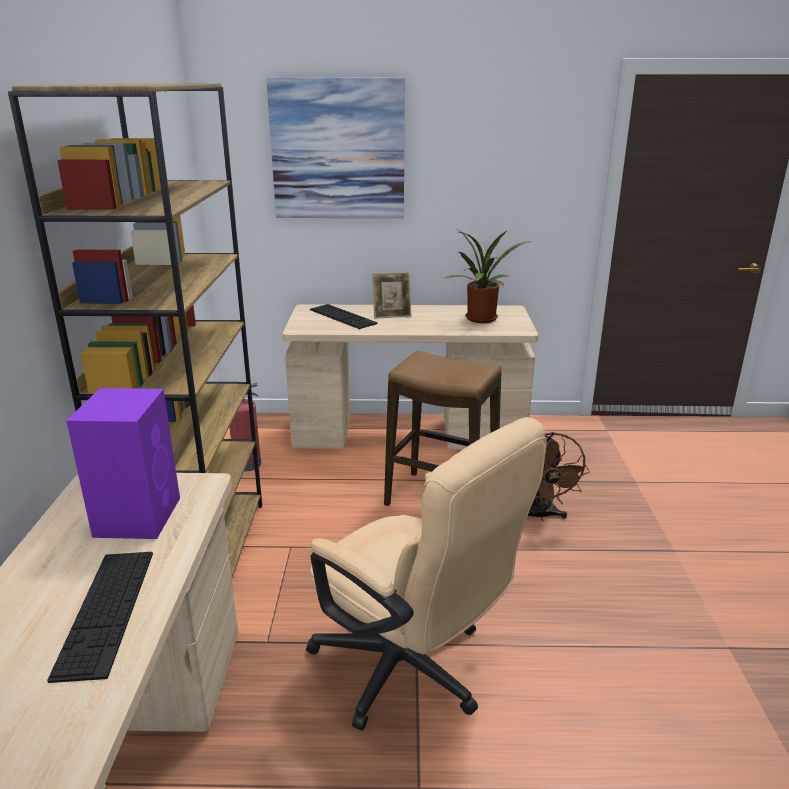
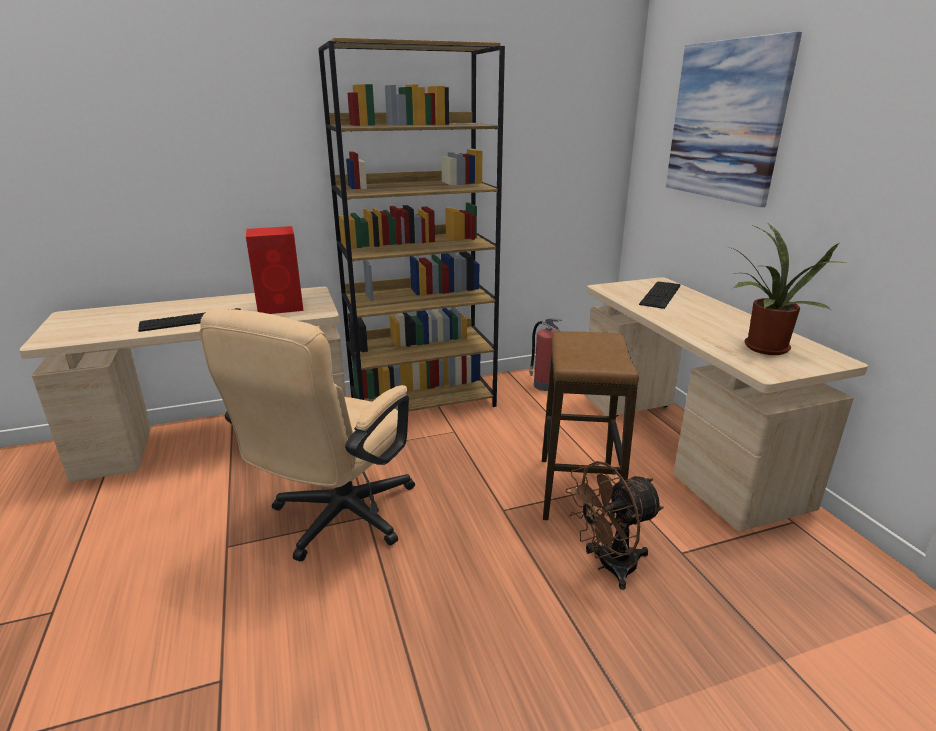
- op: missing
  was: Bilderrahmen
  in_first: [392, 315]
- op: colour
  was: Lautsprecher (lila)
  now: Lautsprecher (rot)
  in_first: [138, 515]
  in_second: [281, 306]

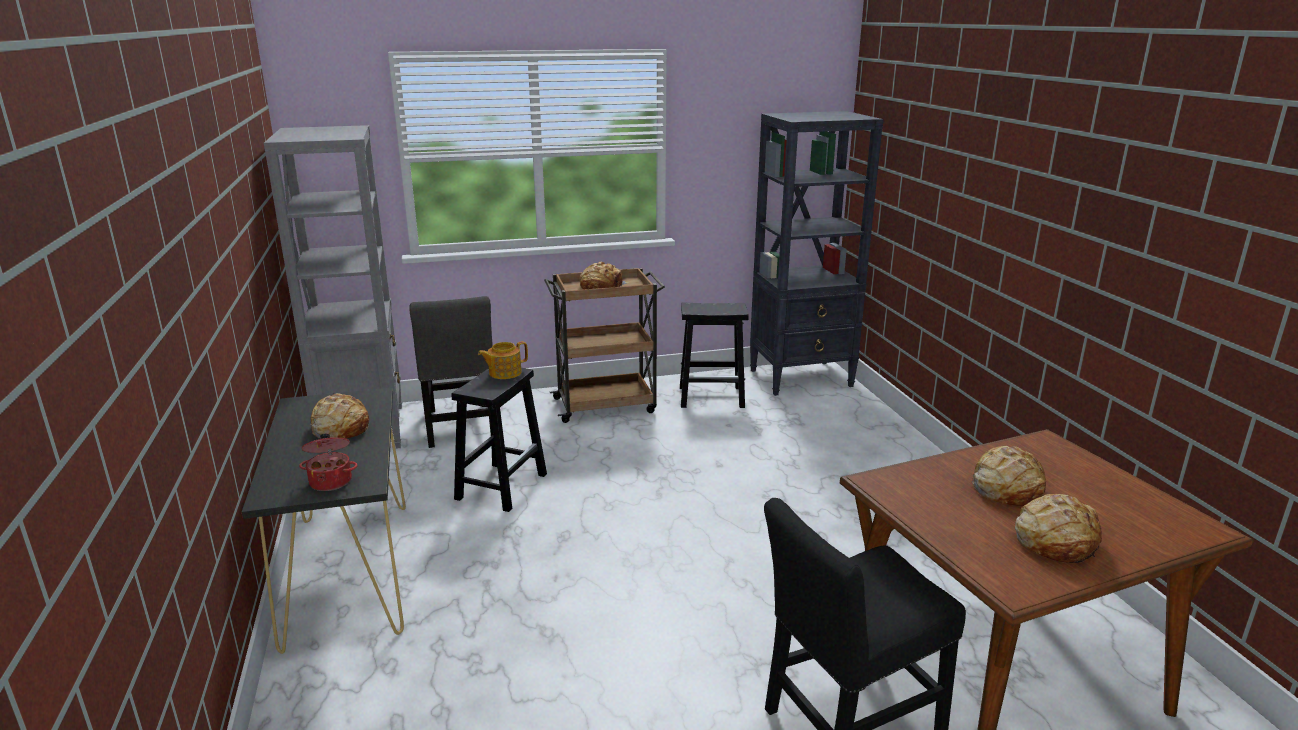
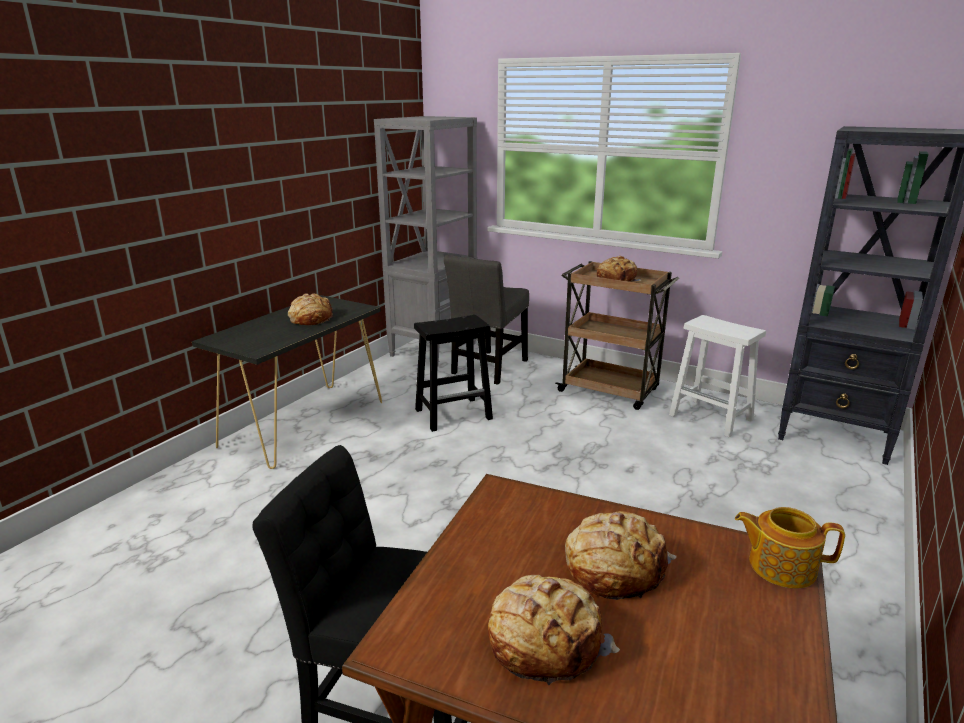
- op: missing
  was: Kochtopf
  in_first: [331, 481]
- op: relocated
  was: Teekanne
  in_first: [504, 373]
  in_second: [780, 566]
- op: colour
  was: Hocker (schwarz)
  now: Hocker (weiß)
  in_first: [712, 397]
  in_second: [712, 418]

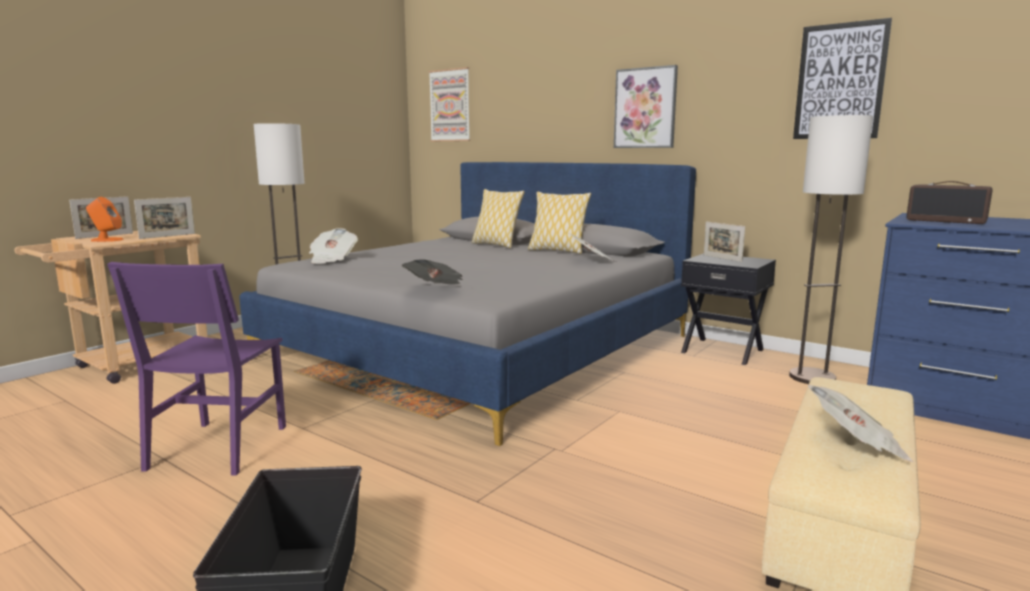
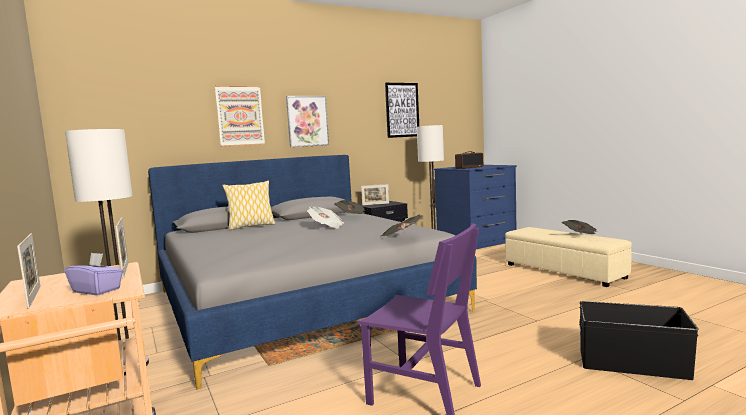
- op: missing
  was: Kissen
  in_first: [557, 251]
- op: relocated
  was: Zeitung
  in_first: [332, 259]
  in_second: [326, 226]
- op: relocated
  was: Bild
  in_first: [450, 105]
  in_second: [240, 116]
- op: exchanged
  was: Lautsprecher (orange)
  now: Taschentuchbox (lila)
  in_first: [106, 240]
  in_second: [97, 290]

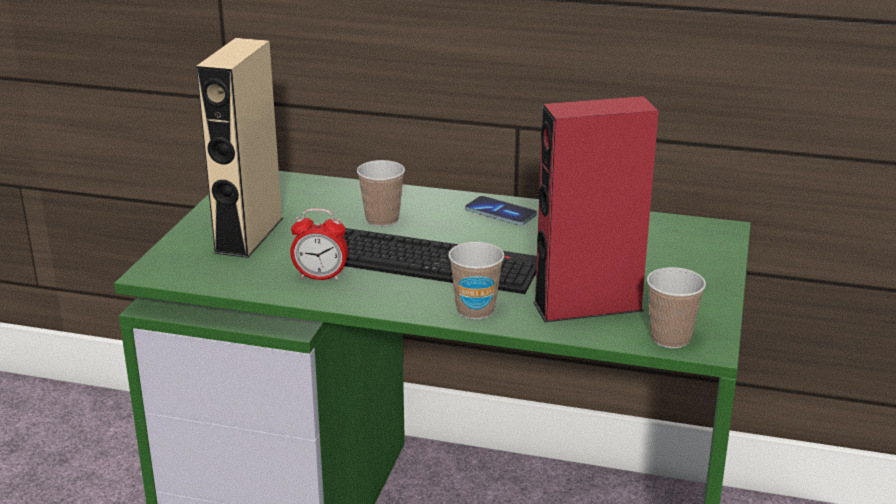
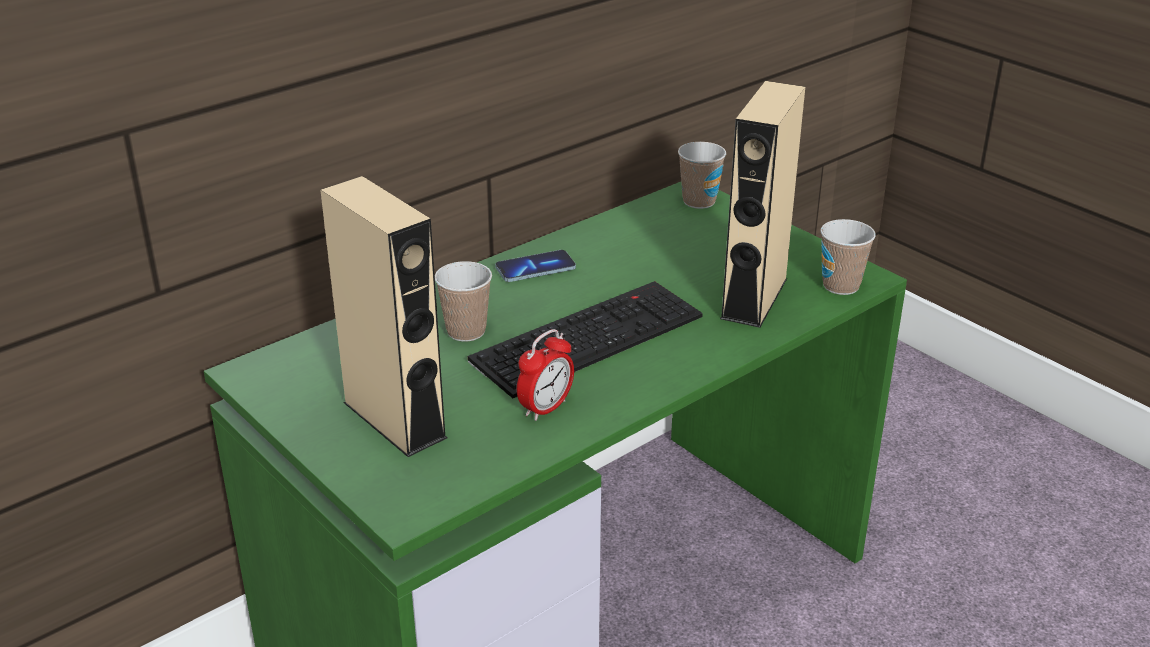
- op: relocated
  was: Tasse
  in_first: [475, 310]
  in_second: [699, 201]
- op: colour
  was: Lautsprecher (rot)
  now: Lautsprecher (beige)
  in_first: [587, 306]
  in_second: [754, 298]

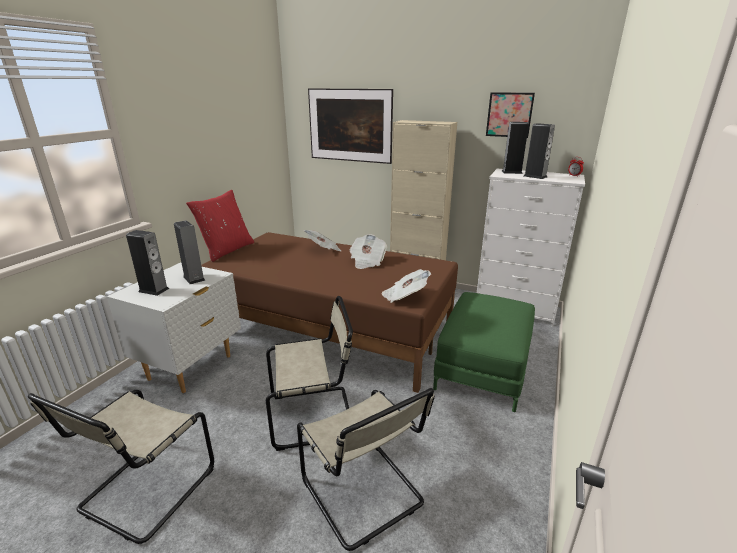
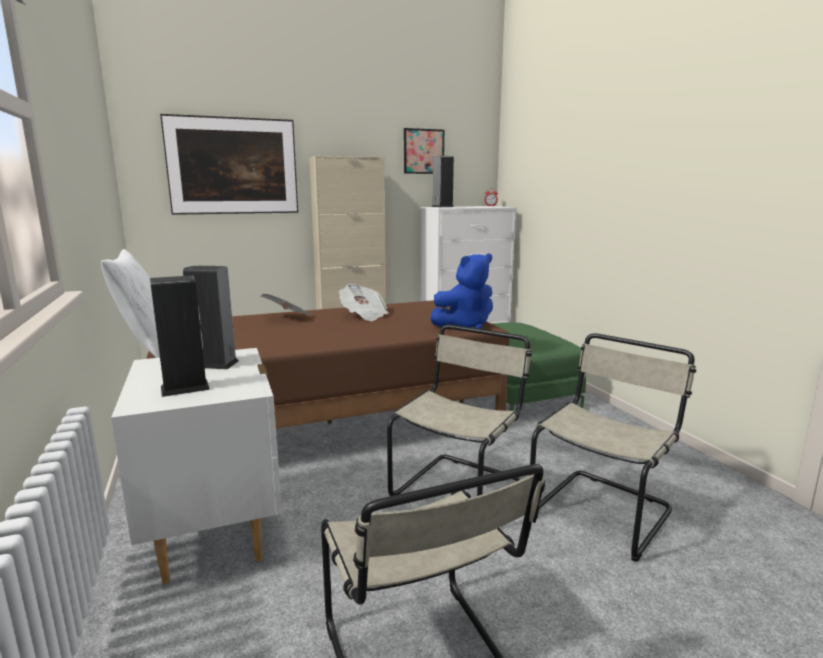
- op: missing
  was: Lautsprecher
  in_first: [535, 176]
- op: exchanged
  was: Zeitung
  now: Plüschtier (blau)
  in_first: [404, 296]
  in_second: [465, 325]
- op: colour
  was: Kissen (rot)
  now: Kissen (weiß)
  in_first: [227, 250]
  in_second: [147, 346]
- op: spun
  was: Stuhl (beige)
  in_first: [364, 494]
  in_second: [603, 510]
  clockwise: -60

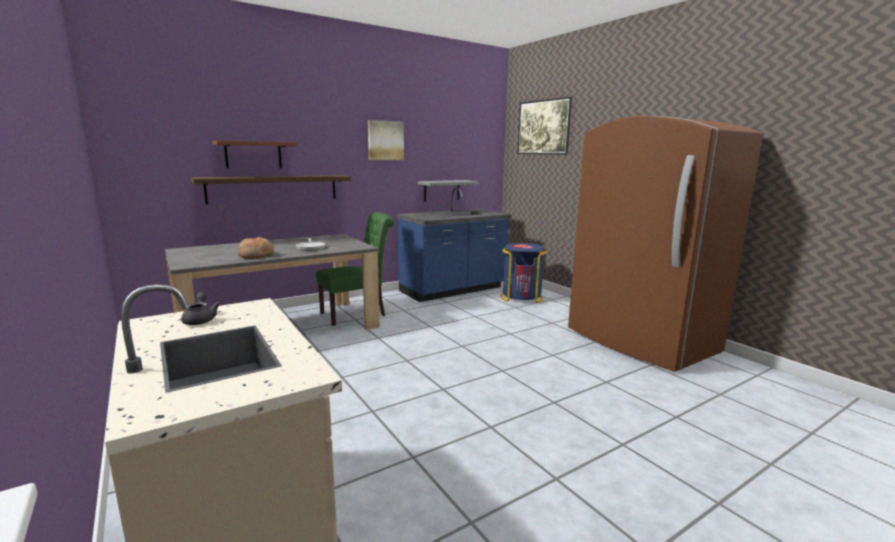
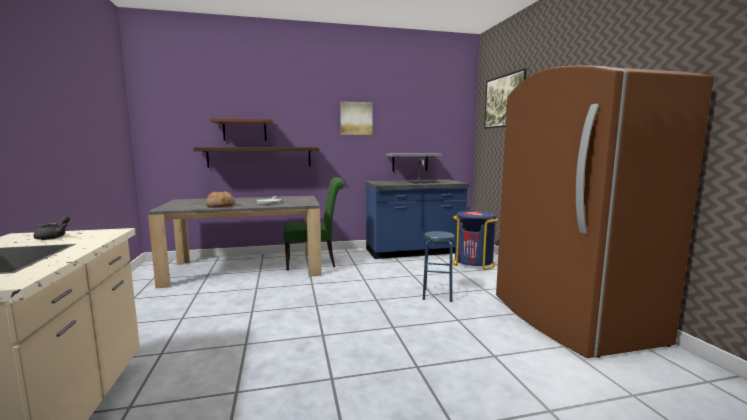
- op: appeared
  now: Hocker (blau)
  in_second: [437, 295]

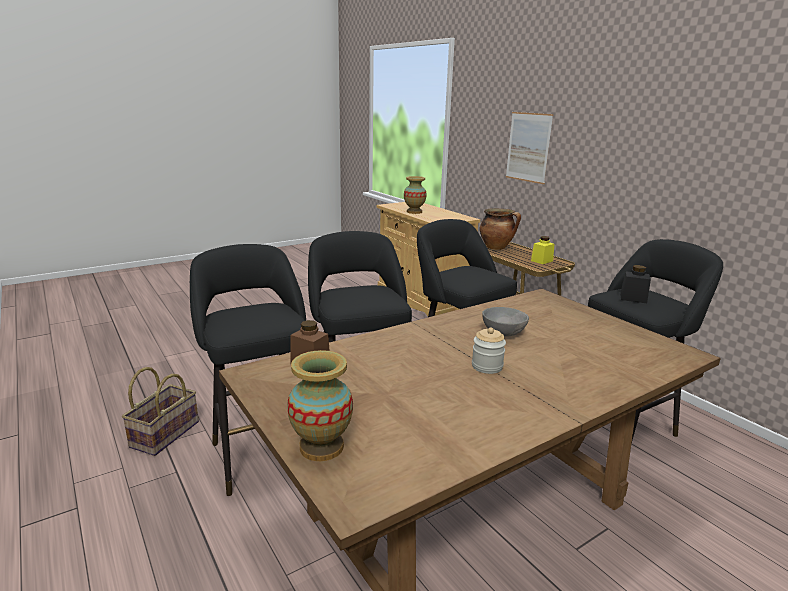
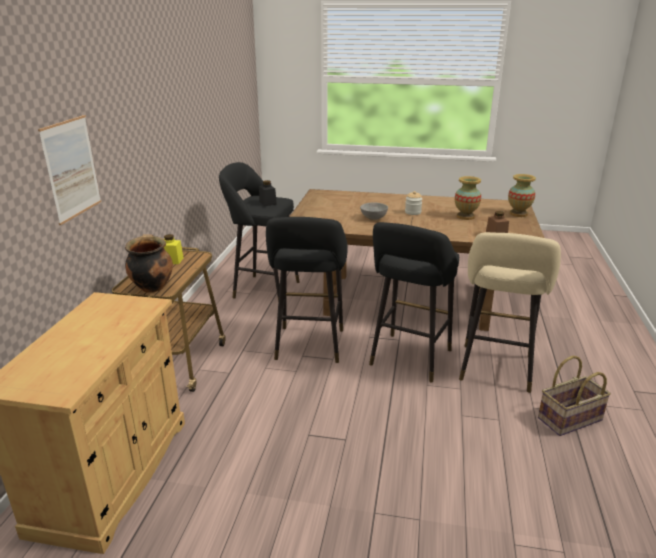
- op: relocated
  was: Vase
  in_first: [414, 212]
  in_second: [465, 217]
- op: colour
  was: Hocker (schwarz)
  now: Hocker (beige)
  in_first: [262, 452]
  in_second: [495, 370]

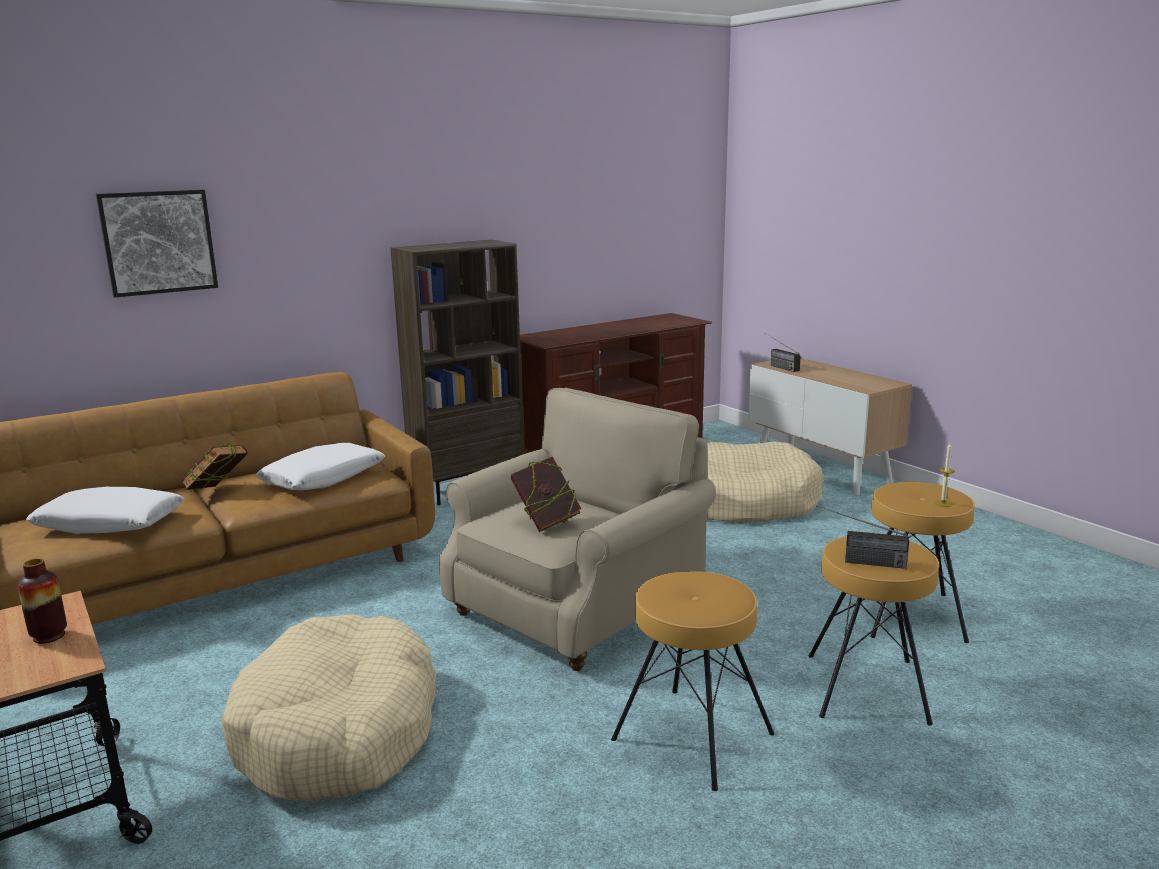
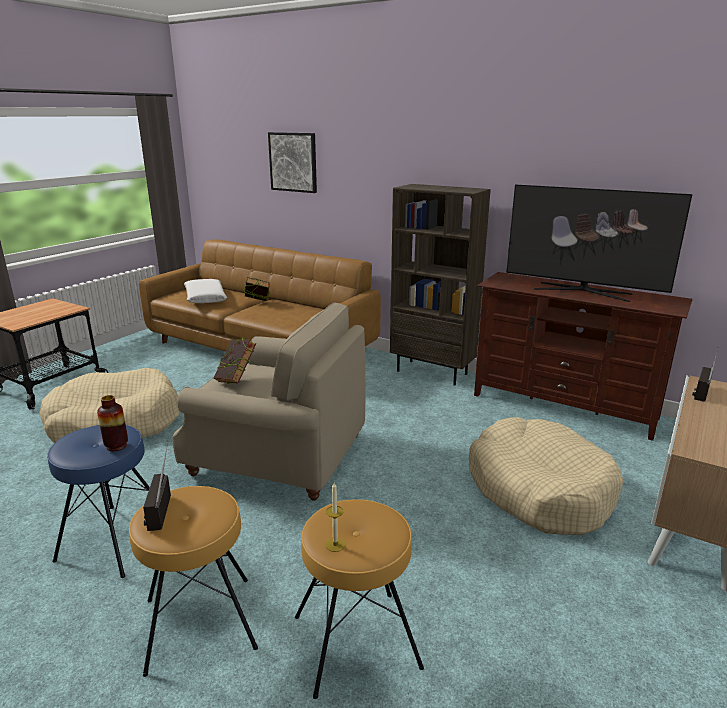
- op: missing
  was: Kissen (weiß)
  in_first: [323, 478]
- op: appeared
  now: Fernseher
  in_second: [582, 291]
- op: relocated
  was: Vase
  in_first: [49, 636]
  in_second: [116, 446]
- op: colour
  was: Hocker (braun)
  now: Hocker (blau)
  in_first: [692, 737]
  in_second: [115, 539]

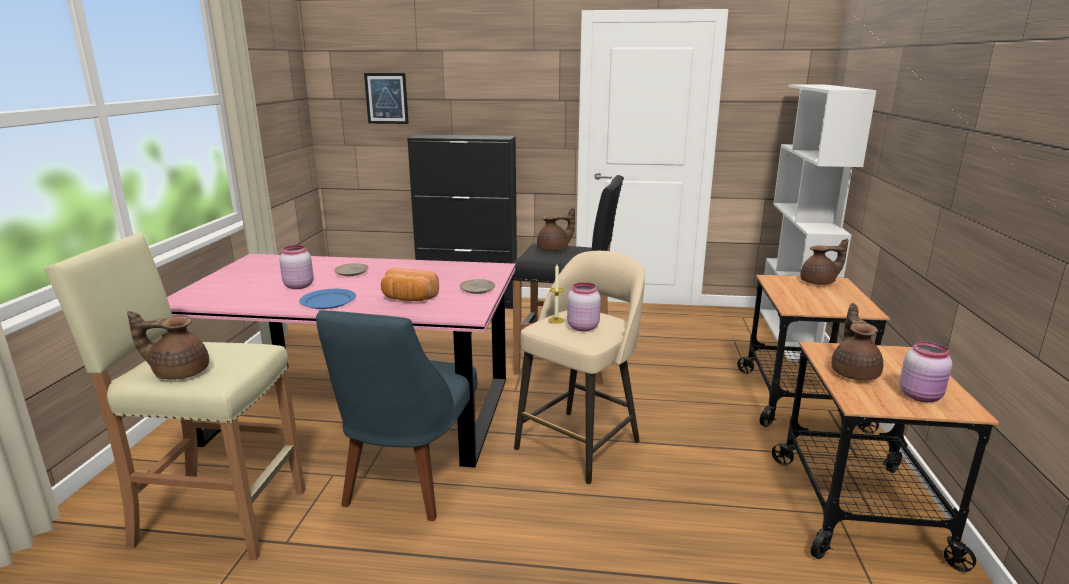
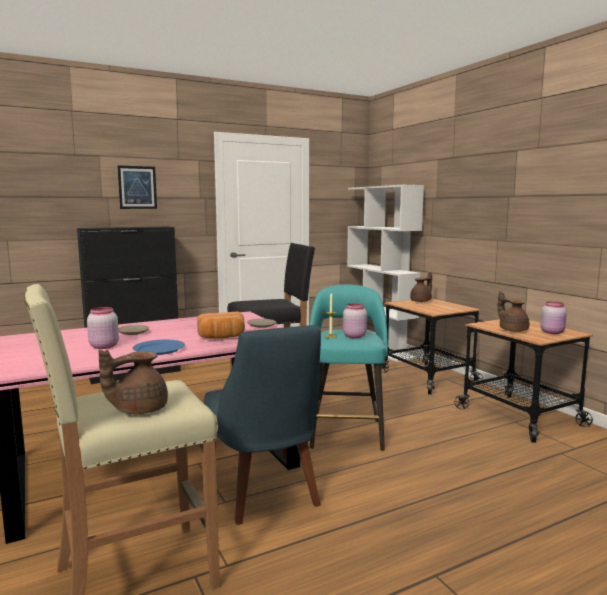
- op: missing
  was: Teekanne (braun)
  in_first: [554, 250]
- op: relocated
  was: Bild
  in_first: [386, 98]
  in_second: [137, 187]
- op: colour
  was: Hocker (beige)
  now: Hocker (türkis)
  in_first: [580, 443]
  in_second: [346, 432]

